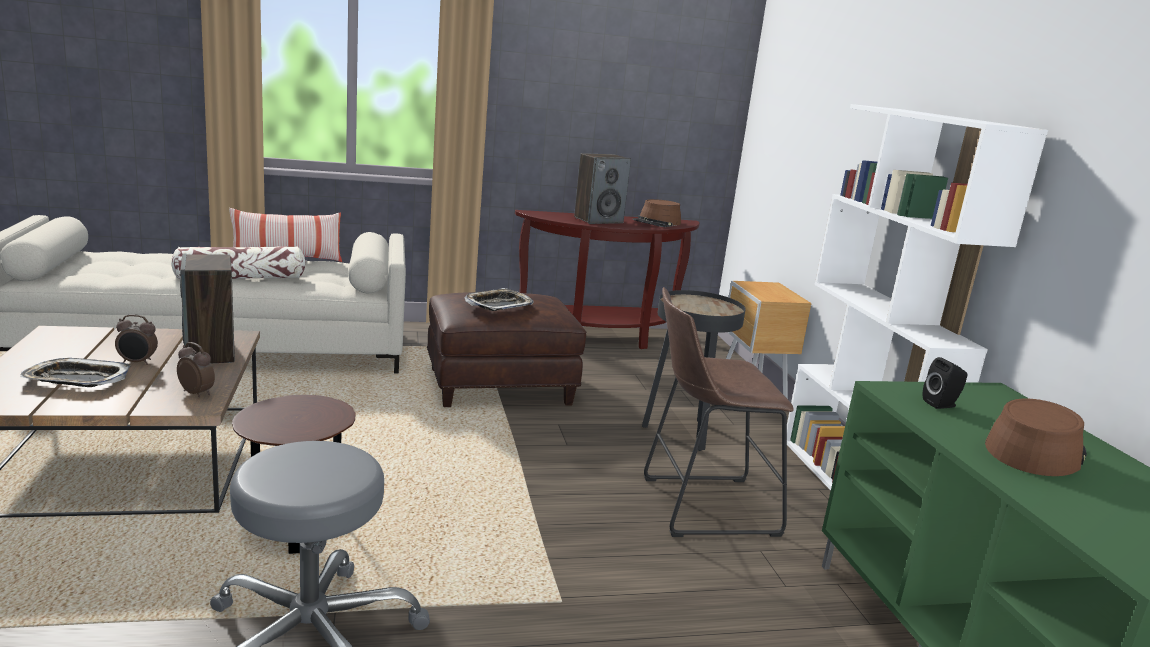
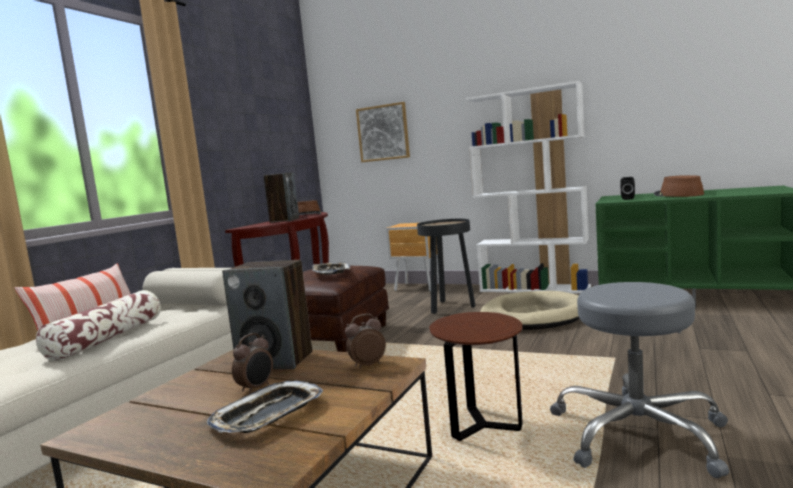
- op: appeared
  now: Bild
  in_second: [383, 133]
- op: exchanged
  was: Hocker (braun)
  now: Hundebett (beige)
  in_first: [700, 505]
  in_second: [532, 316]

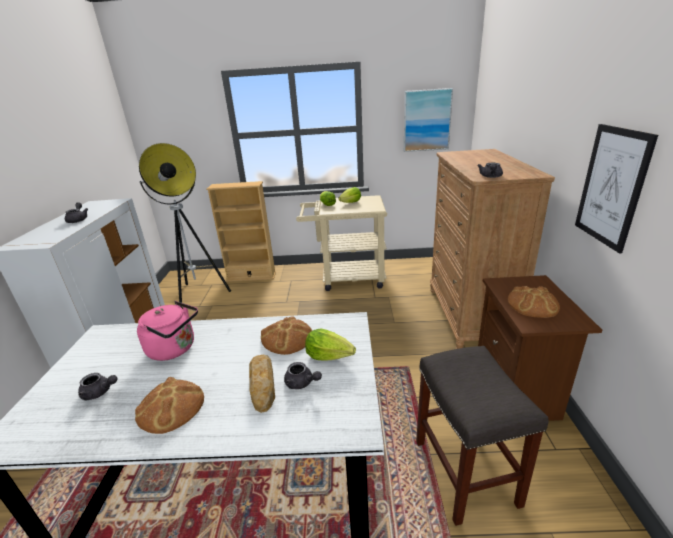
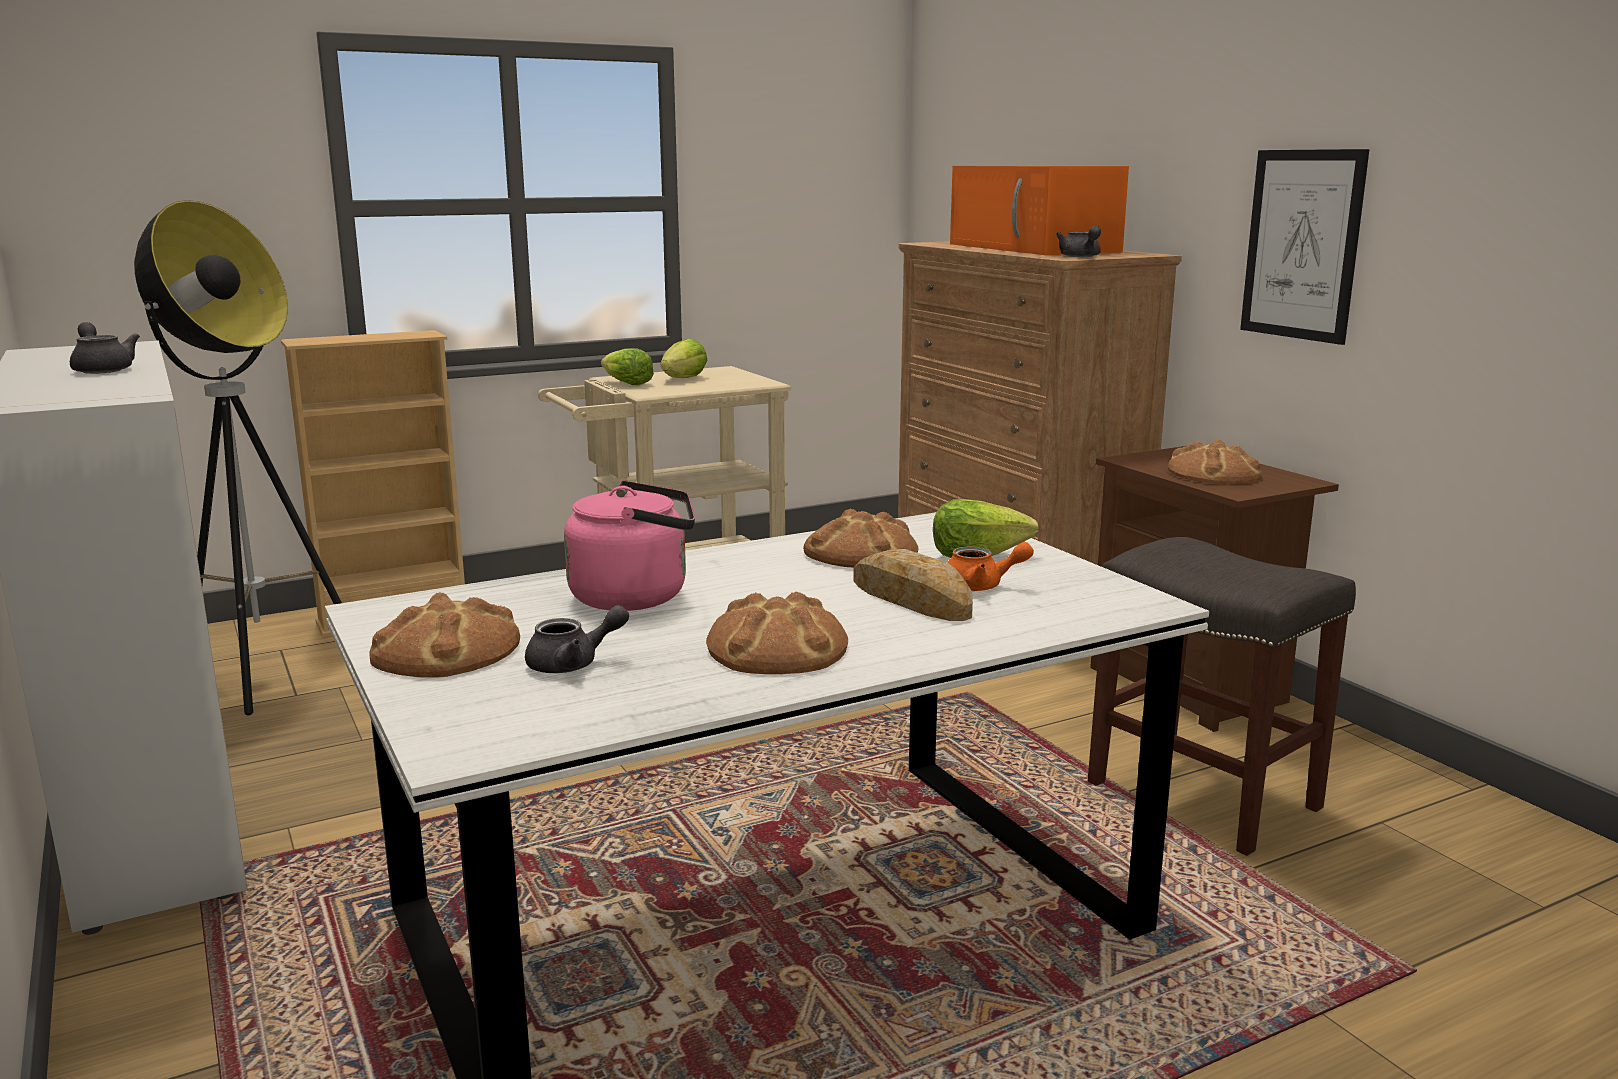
- op: missing
  was: Bild
  in_first: [426, 120]
- op: appeared
  now: Brot
  in_second: [445, 650]
- op: appeared
  now: Mikrowelle (orange)
  in_second: [1034, 248]
- op: colour
  was: Teekanne (grau)
  now: Teekanne (orange)
  in_first: [301, 383]
  in_second: [981, 586]

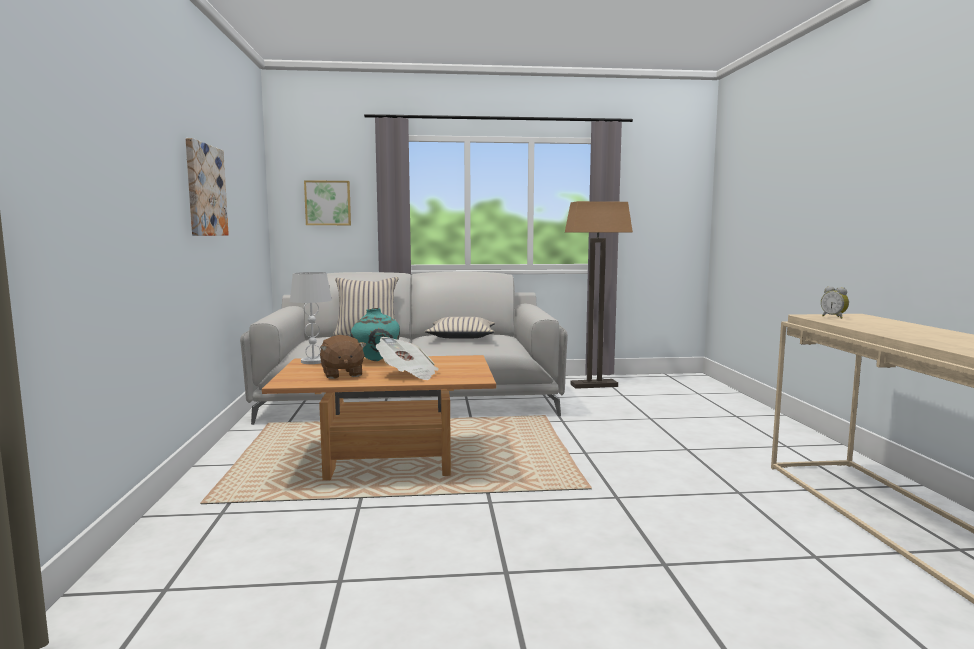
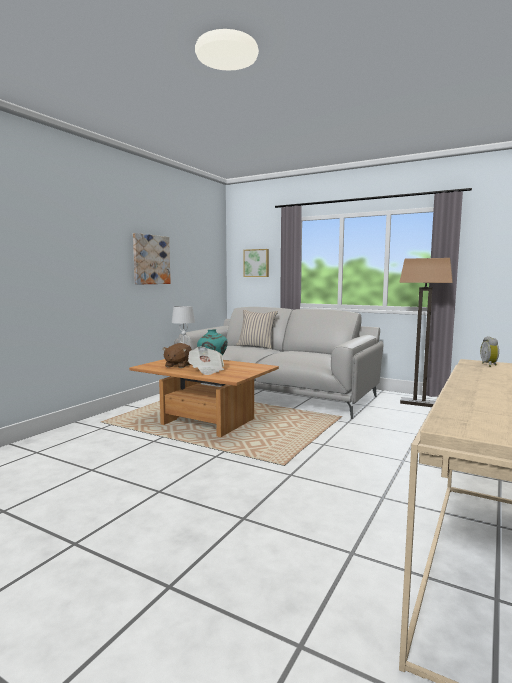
- op: missing
  was: Kissen (beige)
  in_first: [461, 336]

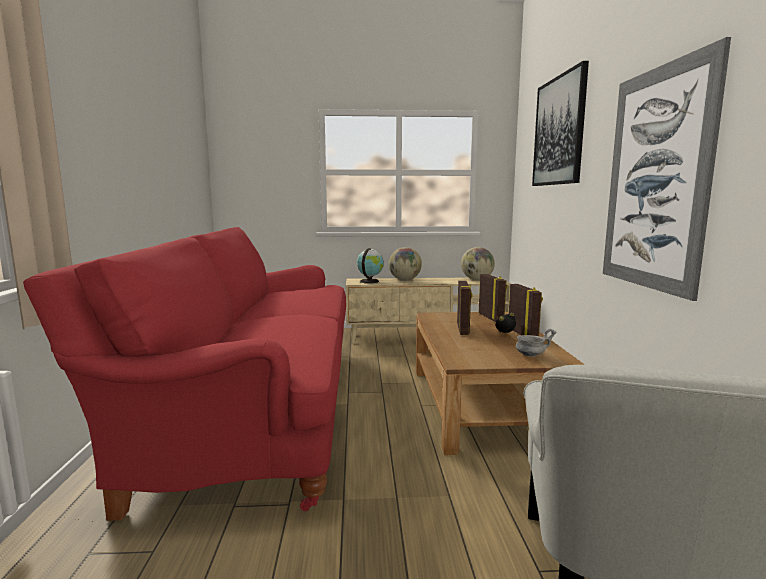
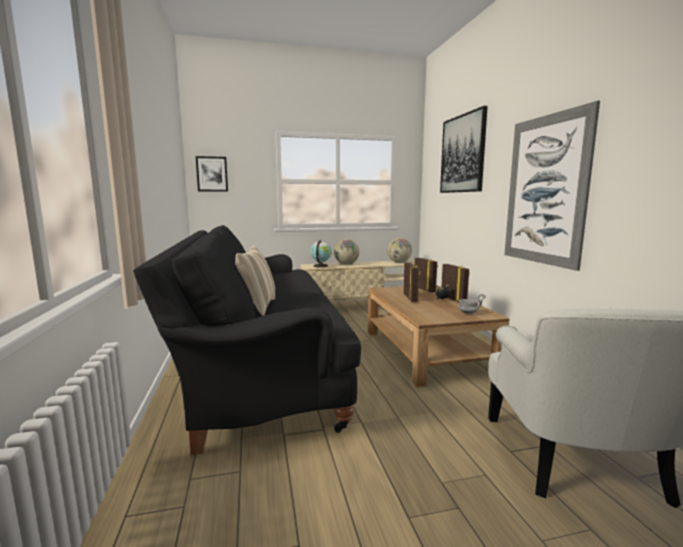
- op: appeared
  now: Bild
  in_second: [212, 174]
- op: appeared
  now: Kissen (beige)
  in_second: [257, 307]
- op: colour
  was: Sofa (rot)
  now: Sofa (schwarz)
  in_first: [254, 408]
  in_second: [259, 366]

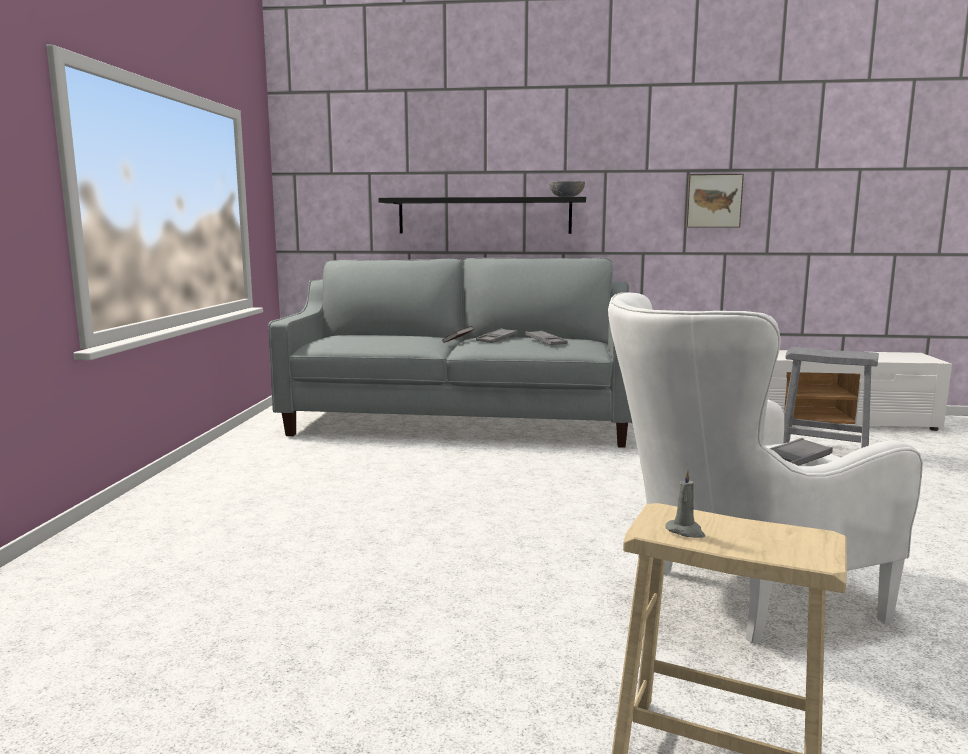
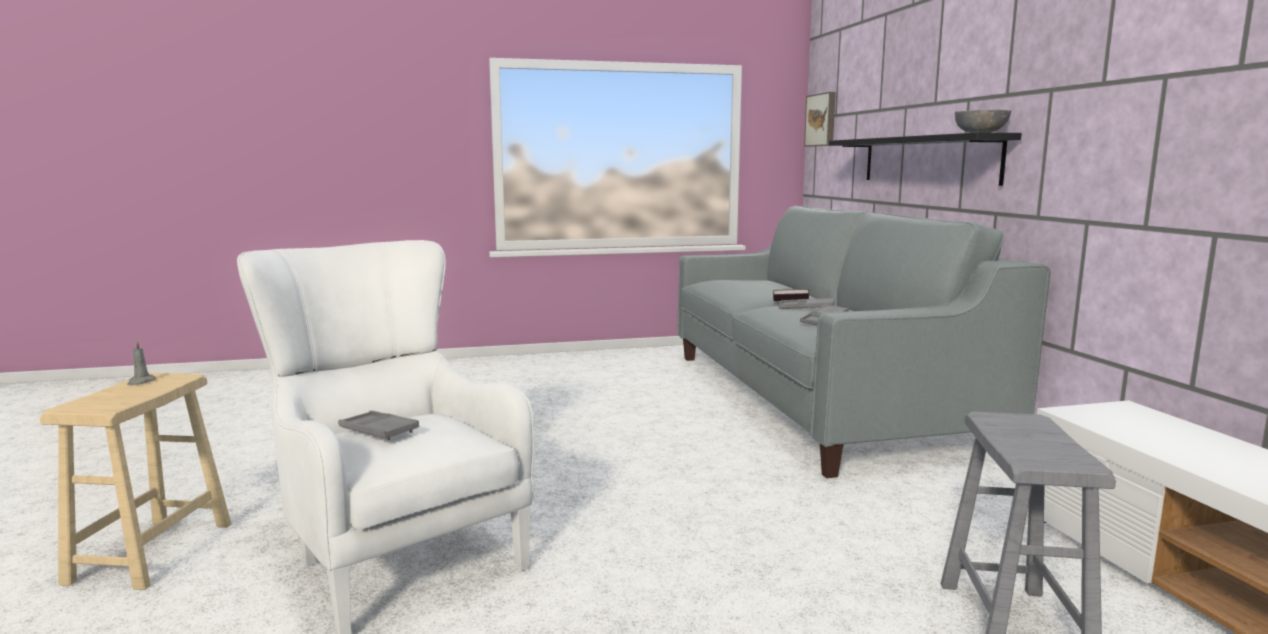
- op: relocated
  was: Bild
  in_first: [713, 201]
  in_second: [822, 120]

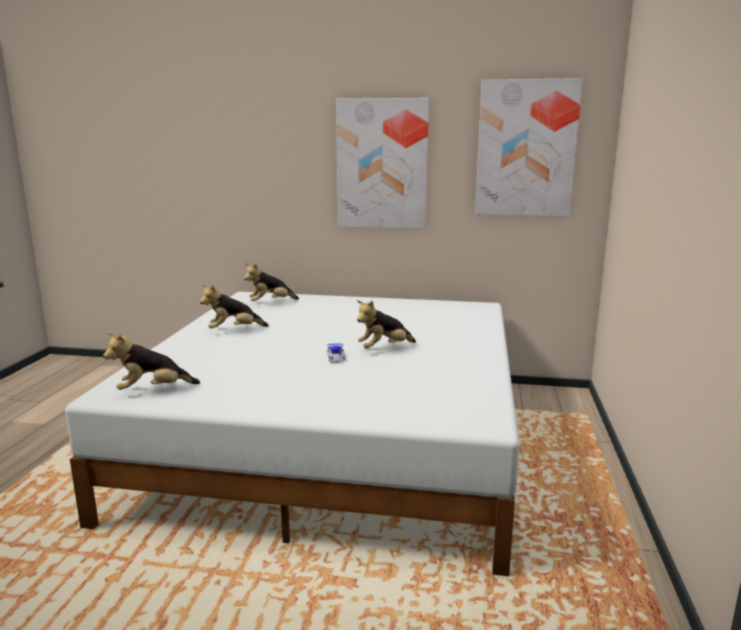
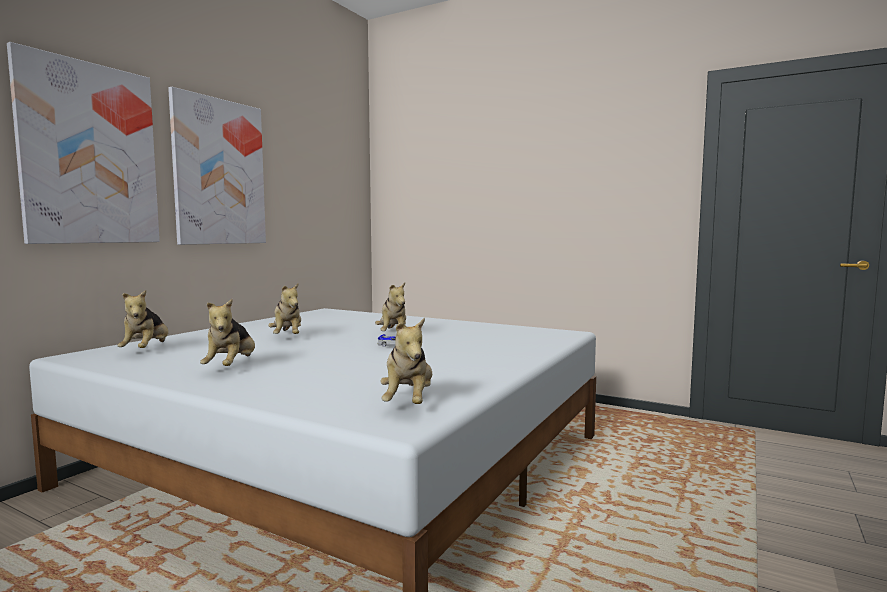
- op: appeared
  now: Plüschtier
  in_second: [287, 337]
- op: relocated
  was: Bild
  in_first: [526, 149]
  in_second: [89, 154]

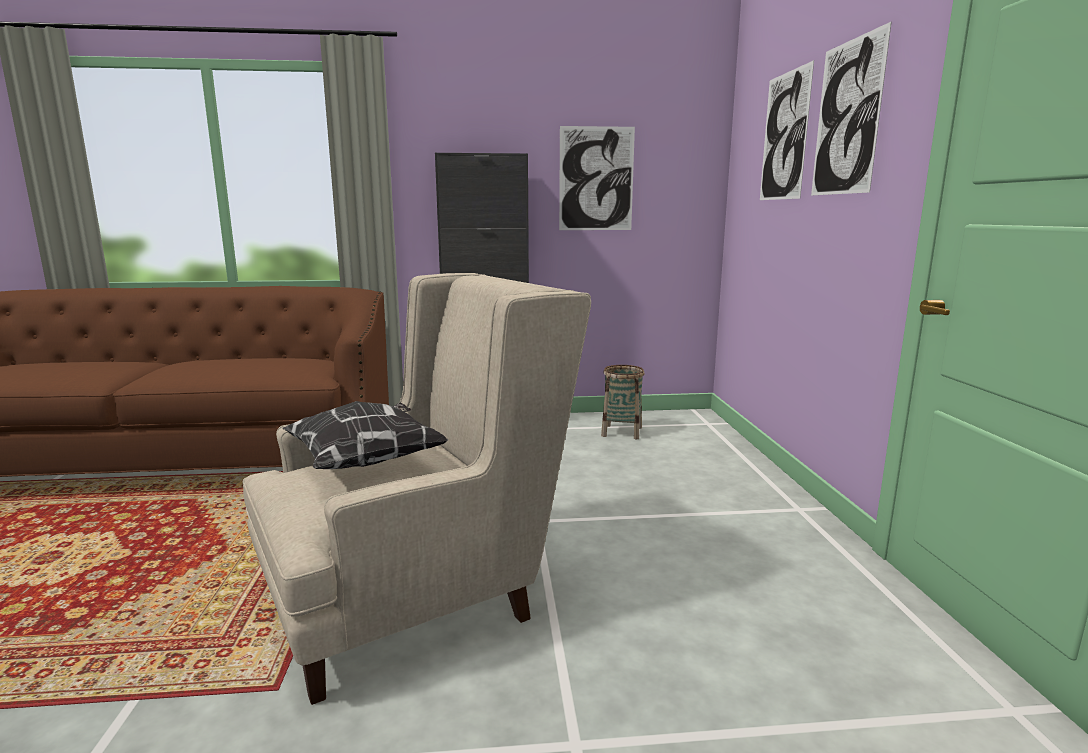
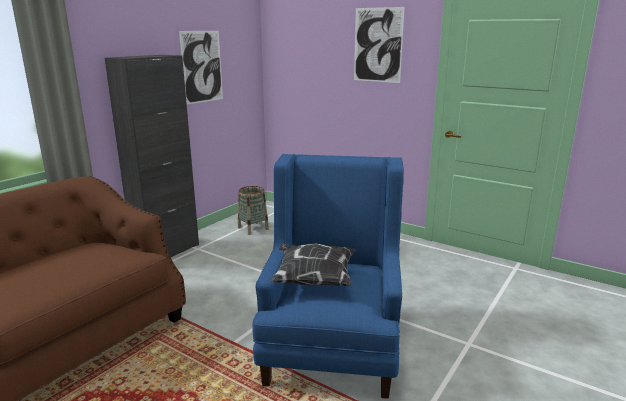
- op: missing
  was: Bild
  in_first: [784, 136]
- op: colour
  was: Sessel (beige)
  now: Sessel (blau)
  in_first: [417, 593]
  in_second: [332, 342]

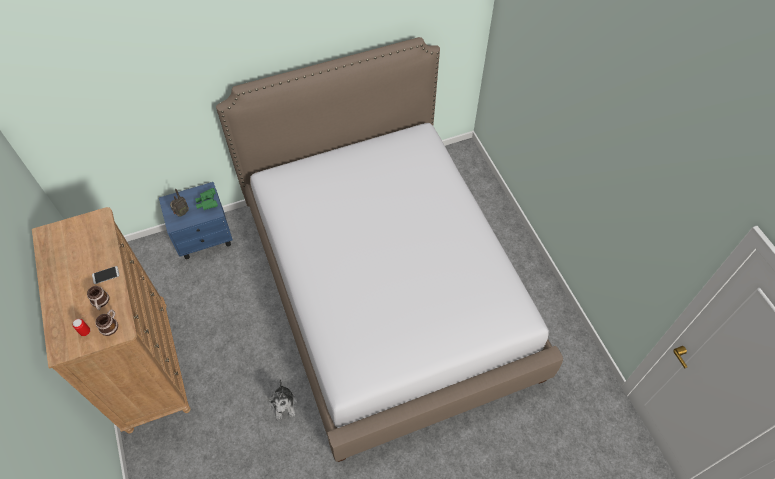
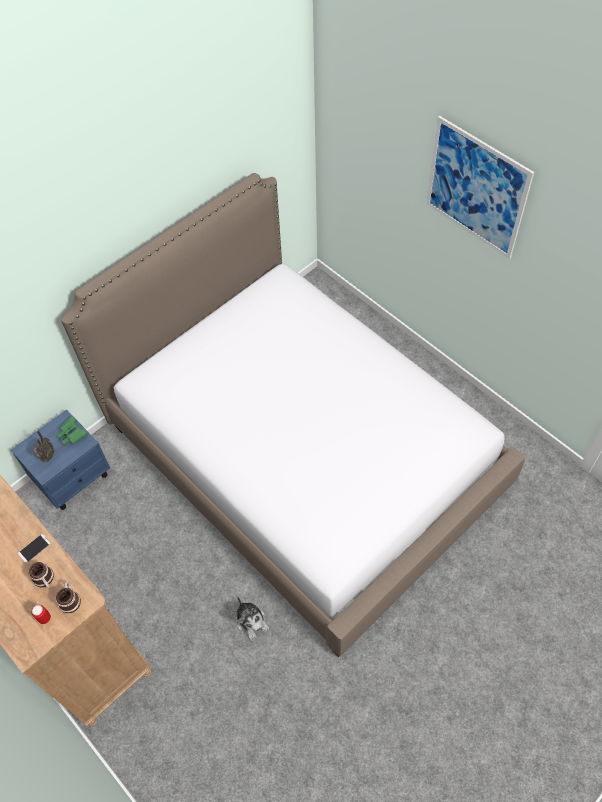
- op: appeared
  now: Bild
  in_second: [476, 188]

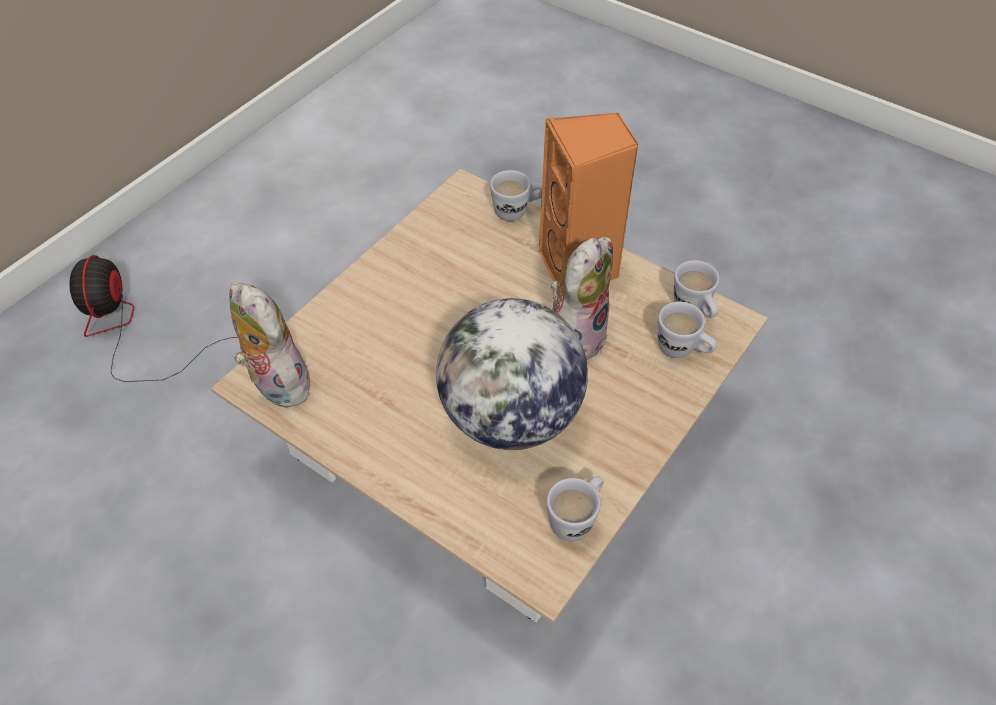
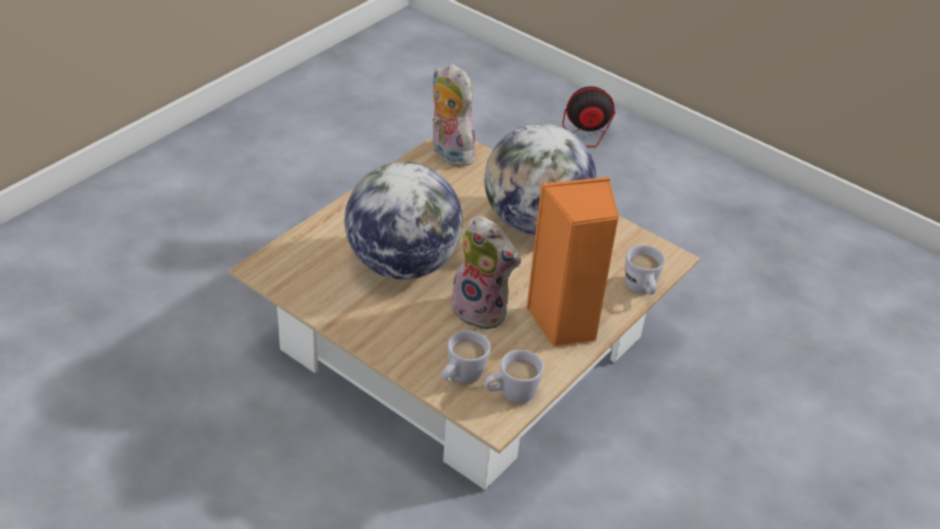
- op: missing
  was: Henkelbecher (weiß)
  in_first: [576, 518]
- op: appeared
  now: Globus
  in_second: [535, 222]
- op: spun
  was: Plüschtier
  in_first: [276, 383]
  in_second: [448, 153]
  clockwise: -90

